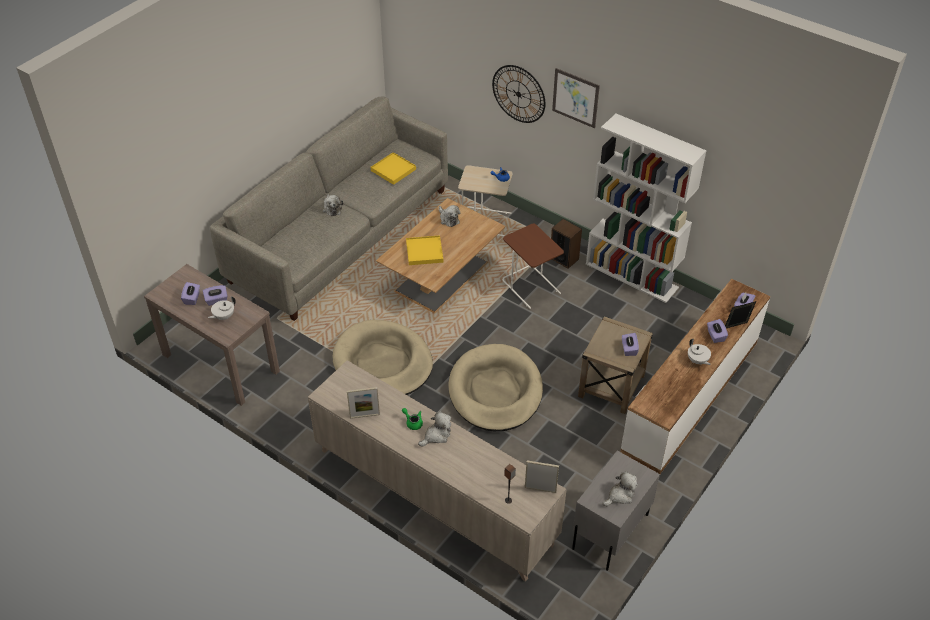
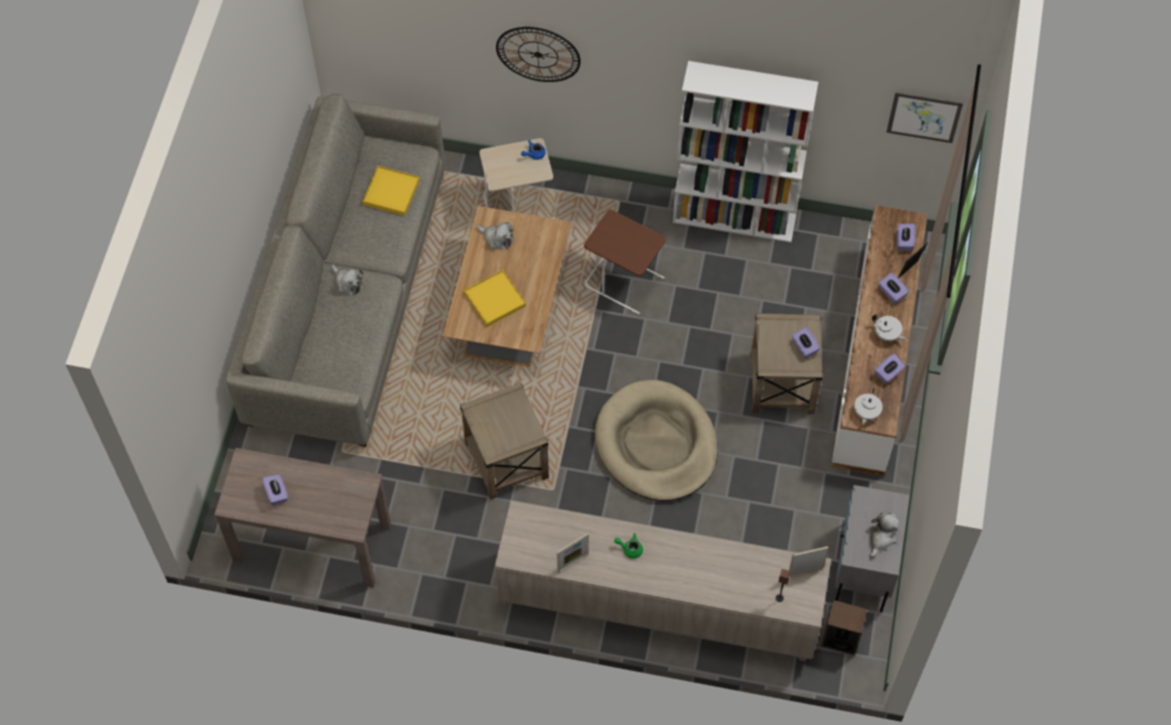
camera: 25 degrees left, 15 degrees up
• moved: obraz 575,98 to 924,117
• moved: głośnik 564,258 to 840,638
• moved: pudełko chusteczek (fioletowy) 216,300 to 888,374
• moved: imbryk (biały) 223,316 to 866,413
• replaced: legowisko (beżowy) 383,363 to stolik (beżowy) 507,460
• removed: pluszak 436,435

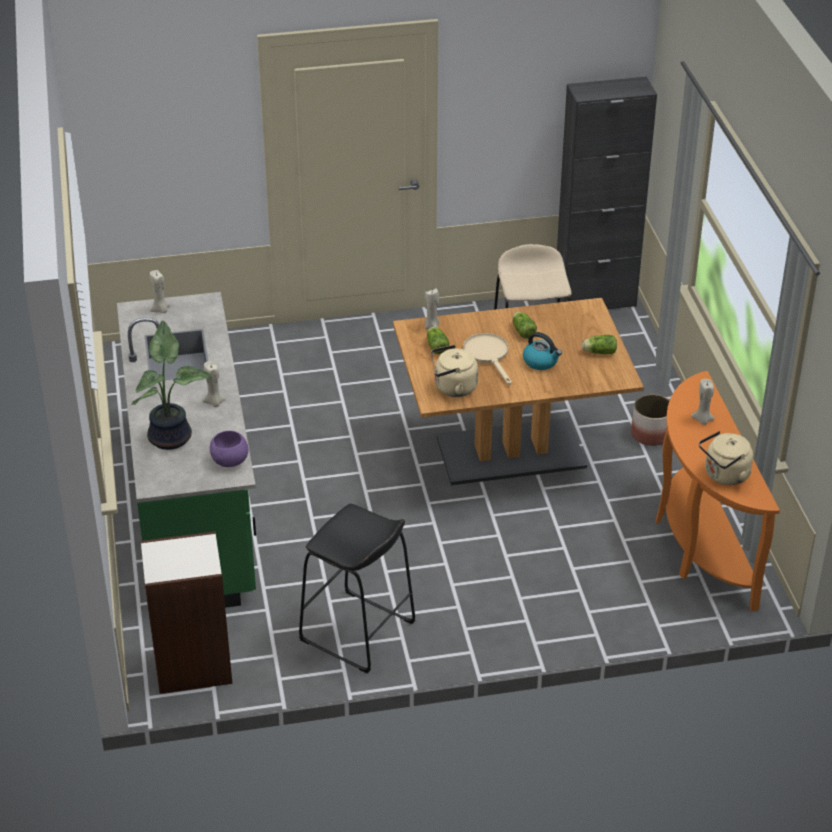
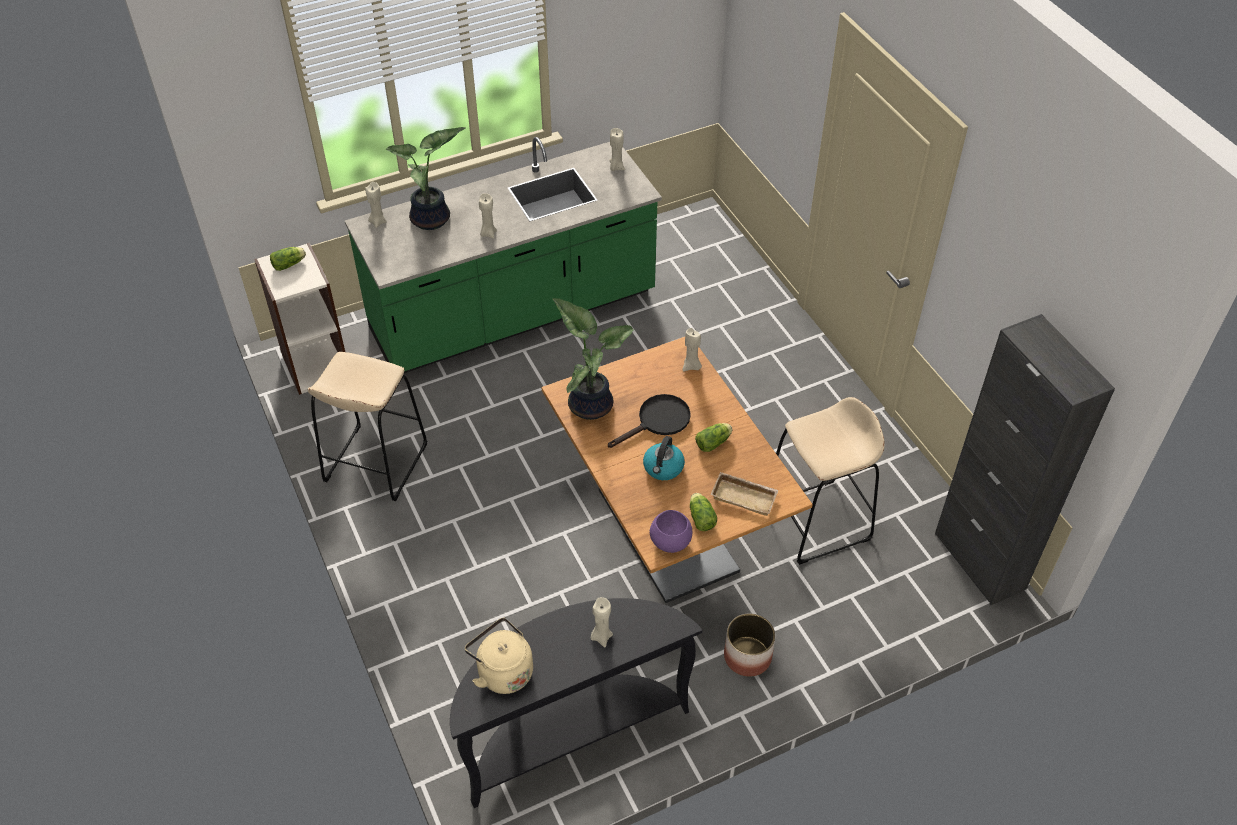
camera: 75 degrees right, 10 degrees up
• moved: sałata 436,346 to 290,264
• recoloured: patelnia (beżowy) 488,355 to patelnia (czarny) 658,421
• replaced: czajnik (beżowy) 453,388 to roślina doniczkowa 591,403
• recoloured: stolik konsolowy (pomarańczowy) 698,544 to stolik konsolowy (czarny) 570,732
• moved: miska (fioletowy) 229,460 to 671,540
• recoloured: stołek (czarny) 357,632 to stołek (beżowy) 375,463
• added: świeca (beżowy) 378,221
• added: taca (beżowy) 745,496

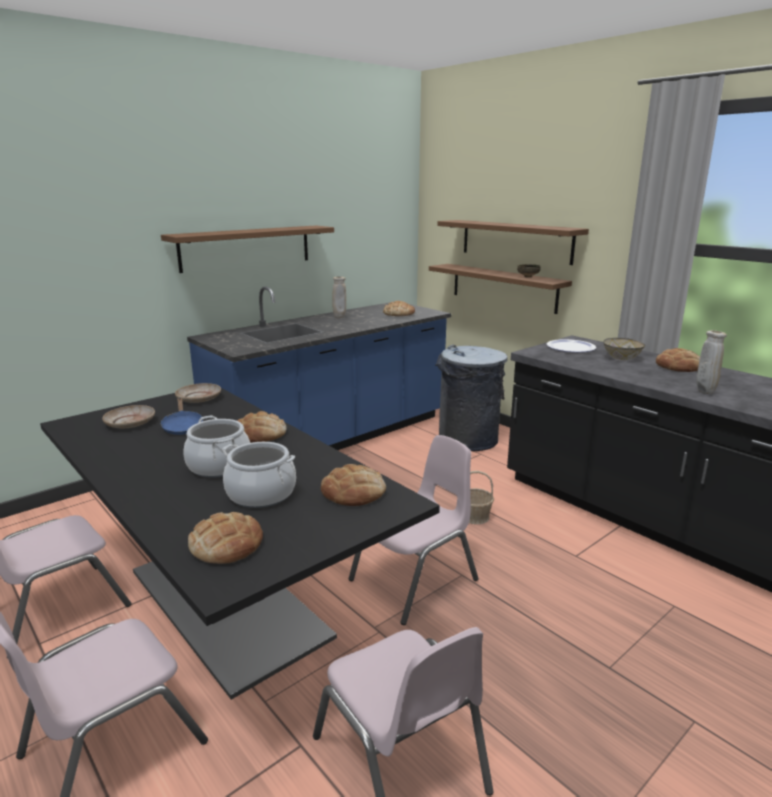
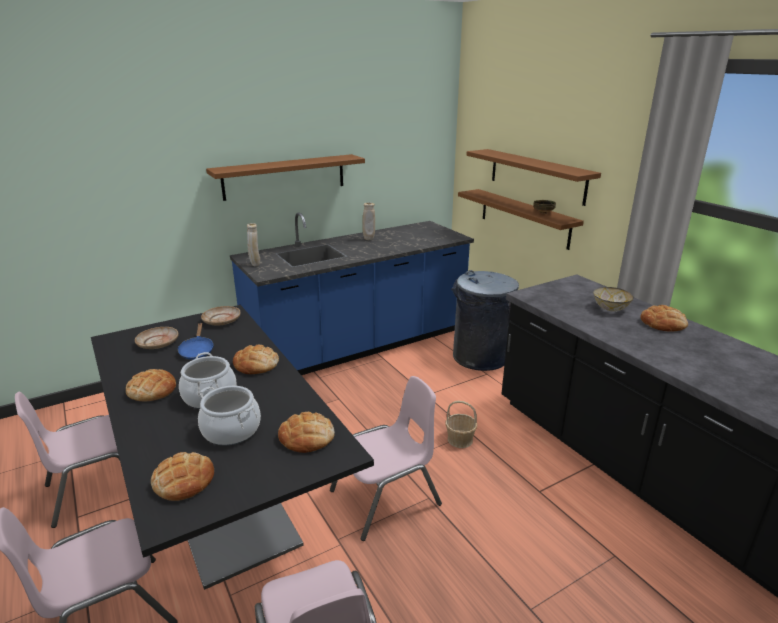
camera: 10 degrees right, 5 degrees up
• moved: chleb 398,313 to 152,390
• moved: wazon (beżowy) 704,392 to 255,265
• removed: talerz 571,347

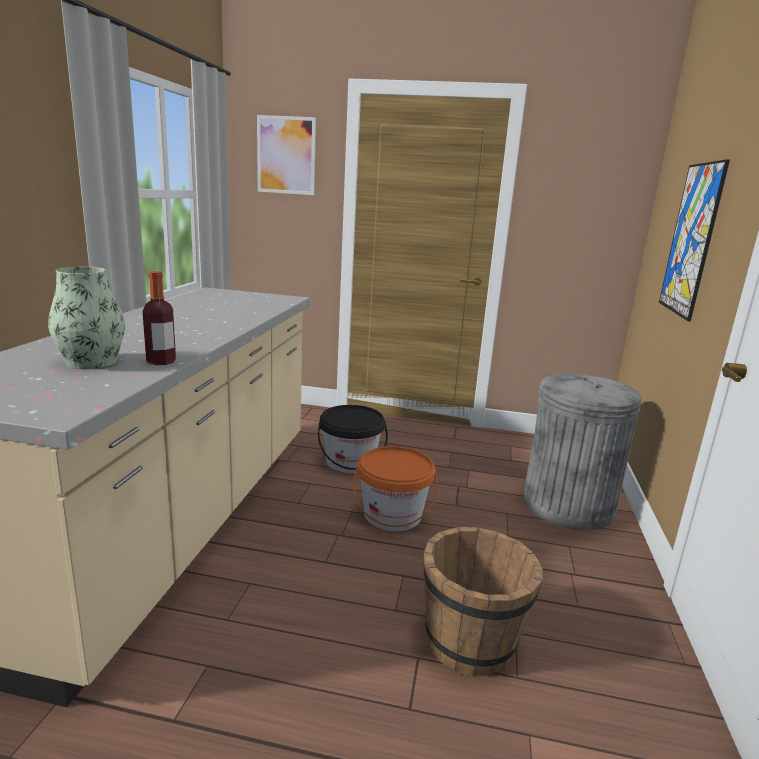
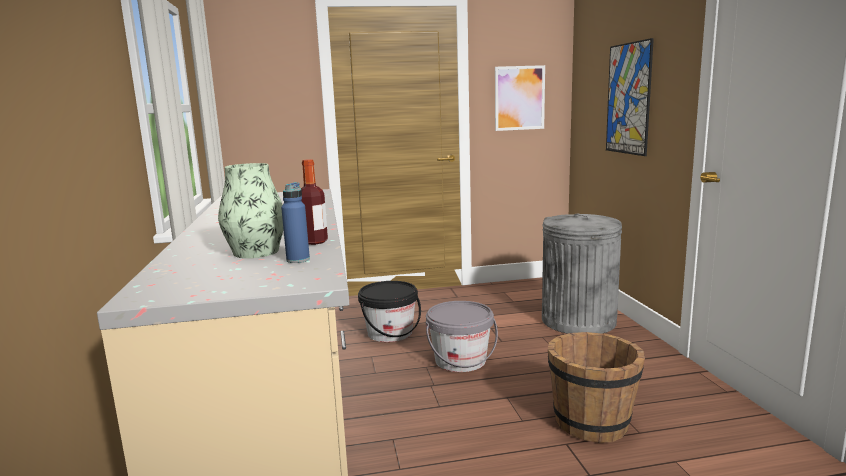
camera: 20 degrees left, 5 degrees down
• moved: obraz 286,155 to 519,98
• recoloured: wiadro (pomarańczowy) 392,515 to wiadro (szary) 460,360
• added: butelka (niebieski) 298,260

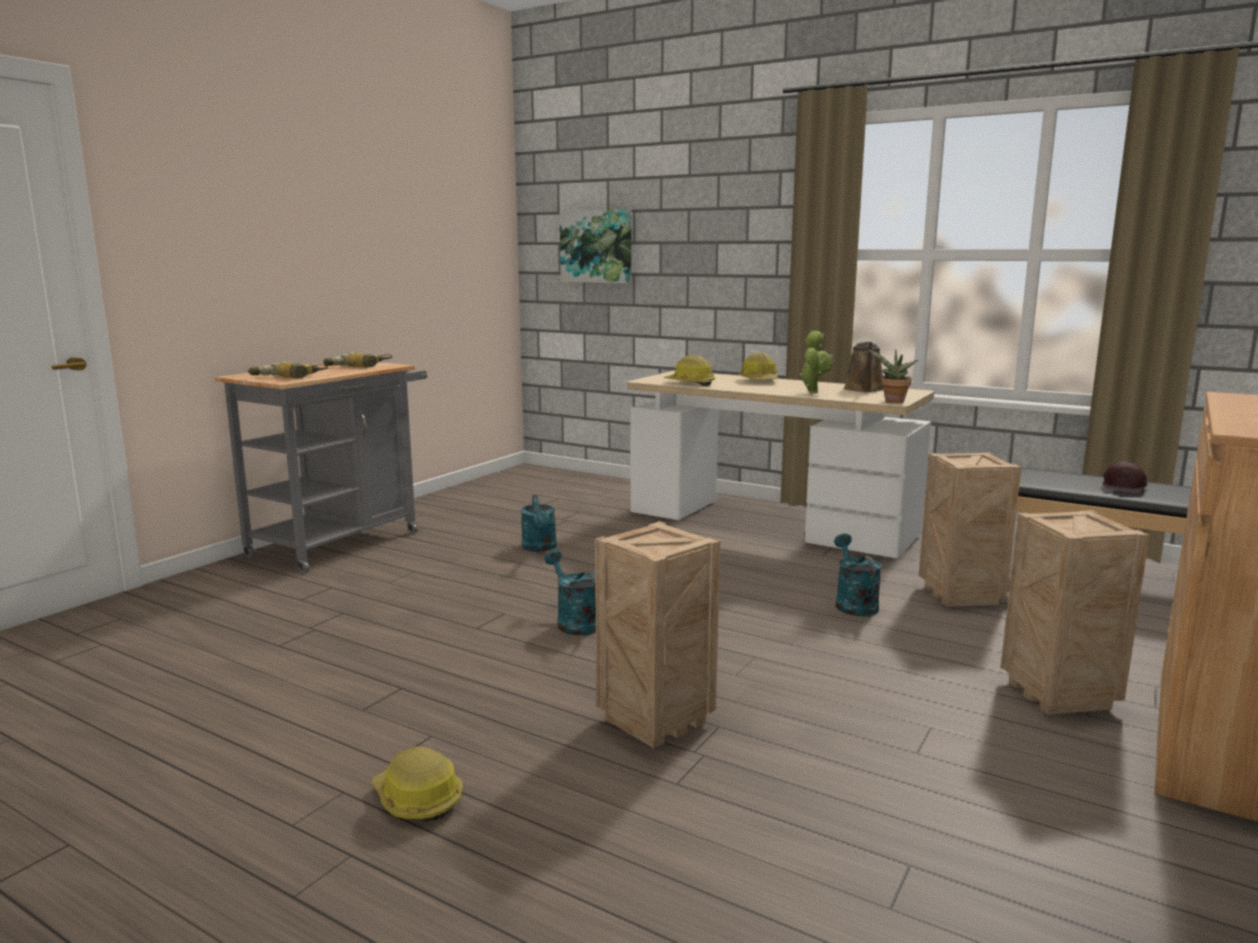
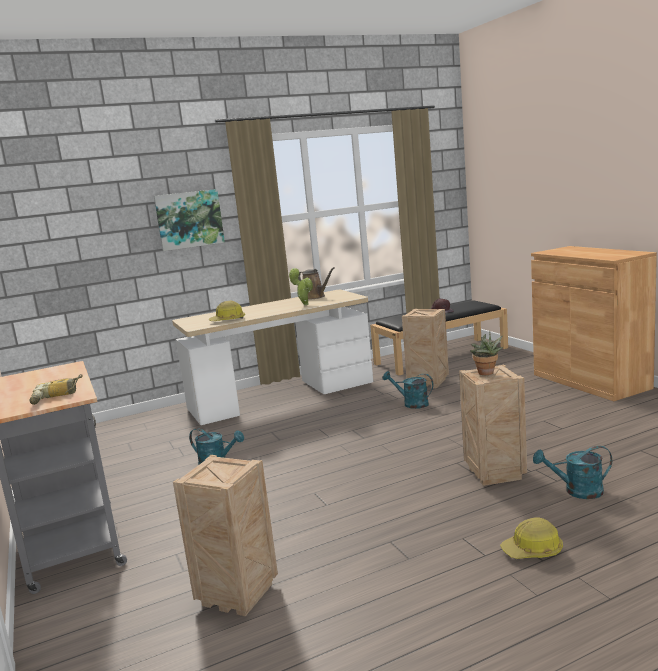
camera: 55 degrees left, 0 degrees up
• moved: obraz 597,246 to 189,219
• moved: roślina doniczkowa 893,402 to 487,373
• removed: kask 760,380
• removed: wiertarka 357,367
• moved: skrzynka 1061,696 to 239,594
• moved: konewka (turkusowy) 574,622 to 577,491

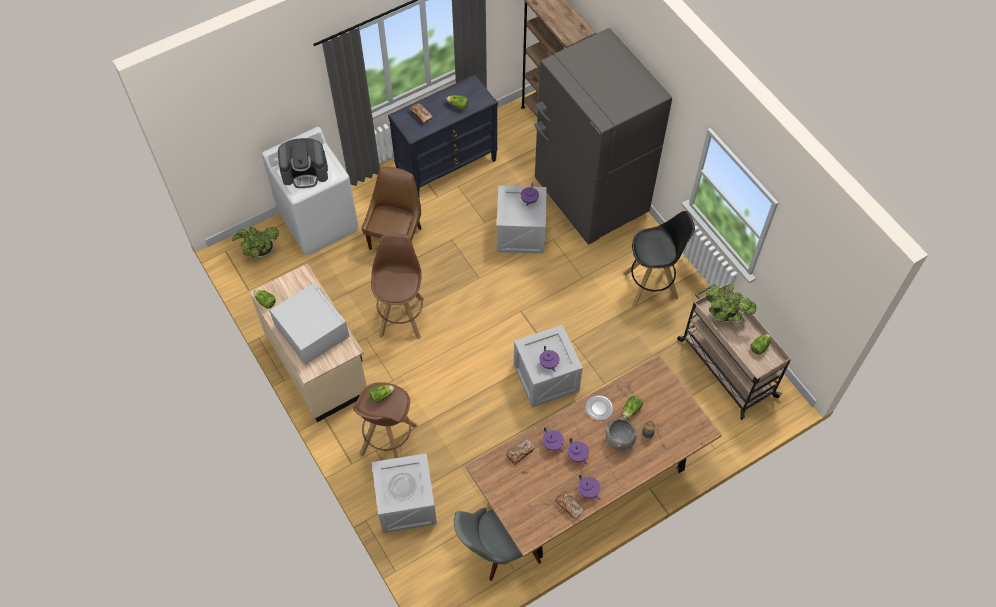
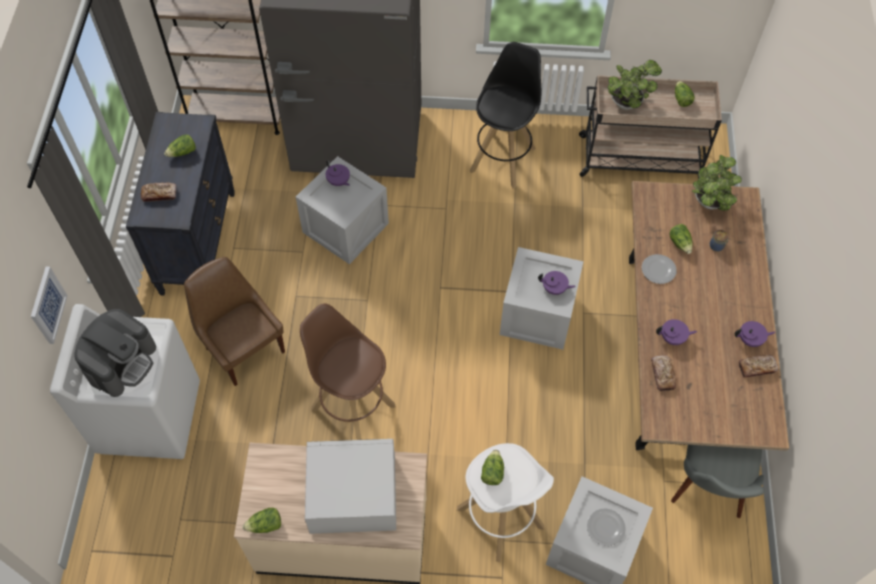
camera: 55 degrees left, 0 degrees up
• moved: roślina doniczkowa 260,252 to 708,204
• recoloured: stołek (brązowy) 388,440 to stołek (biały) 501,519
• removed: miska (szary) 619,440
• removed: imbryk (fioletowy) 577,456
• added: obraz 47,305

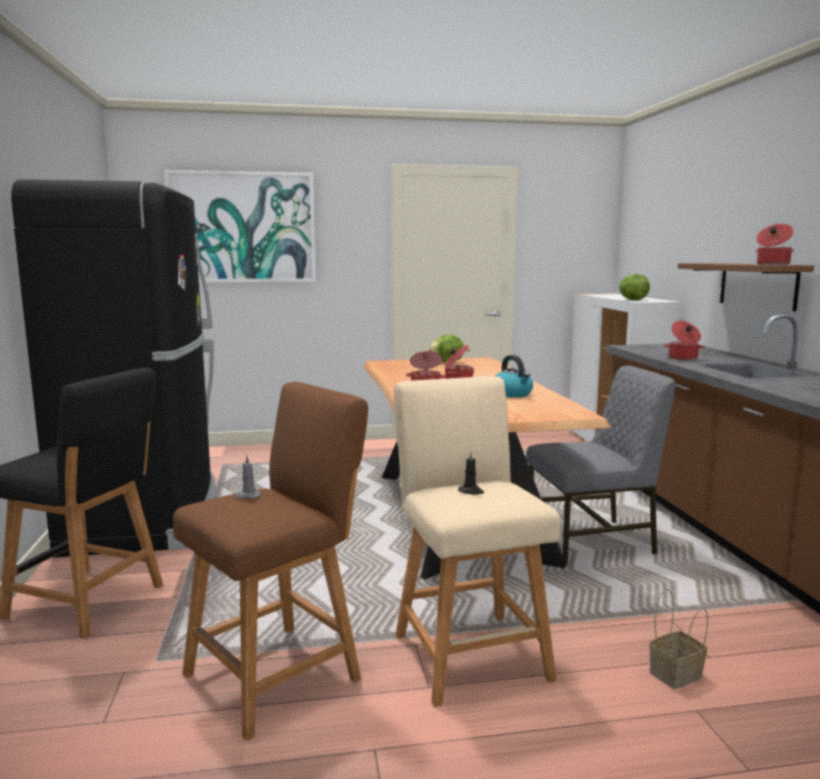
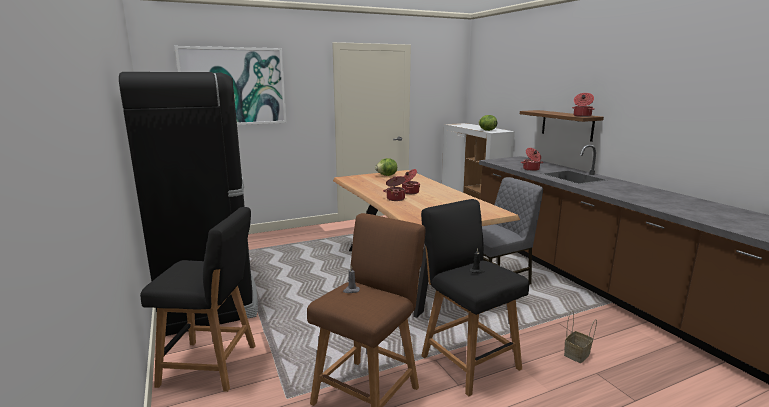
camera: 15 degrees left, 5 degrees up
• removed: czajnik 512,394
• recoloured: stołek (beżowy) 468,652 to stołek (czarny) 467,360

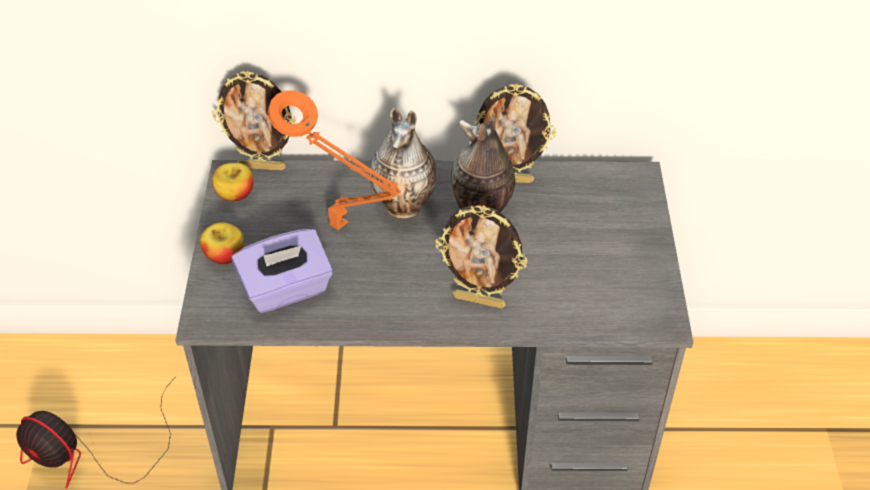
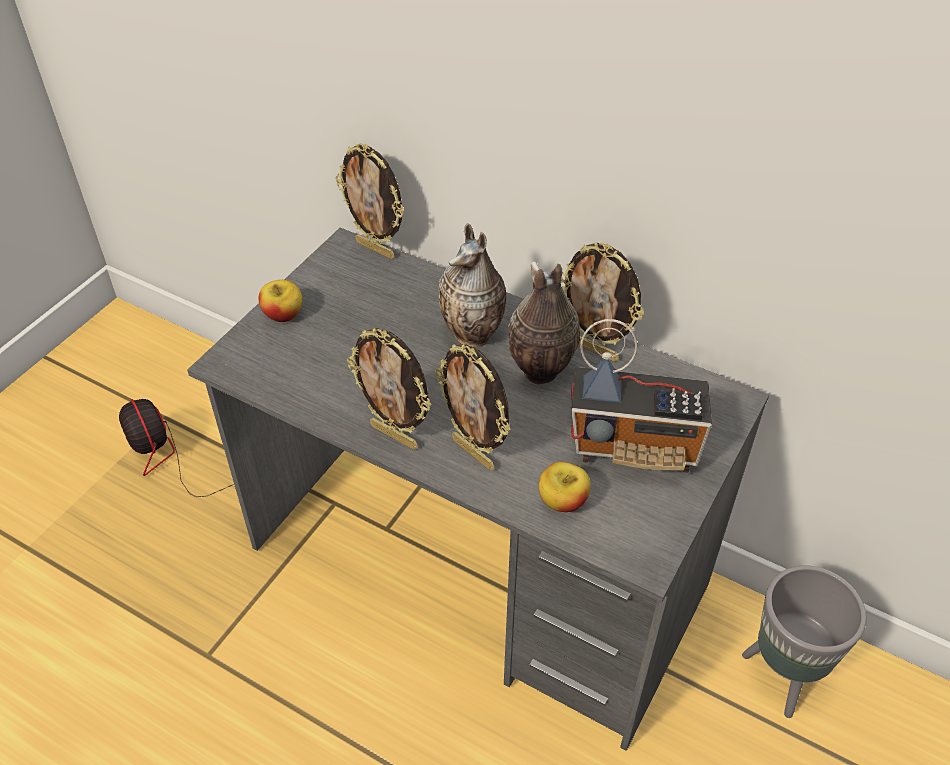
camera: 30 degrees right, 0 degrees up
• removed: lampa stołowa (pomarańczowy) 342,227
• moved: jabłko 235,194 to 562,501
• removed: pudełko chusteczek (fioletowy) 286,290
• added: radio 635,445
• added: ramka na zdjęcie 395,435
• added: donica (szary) 783,677

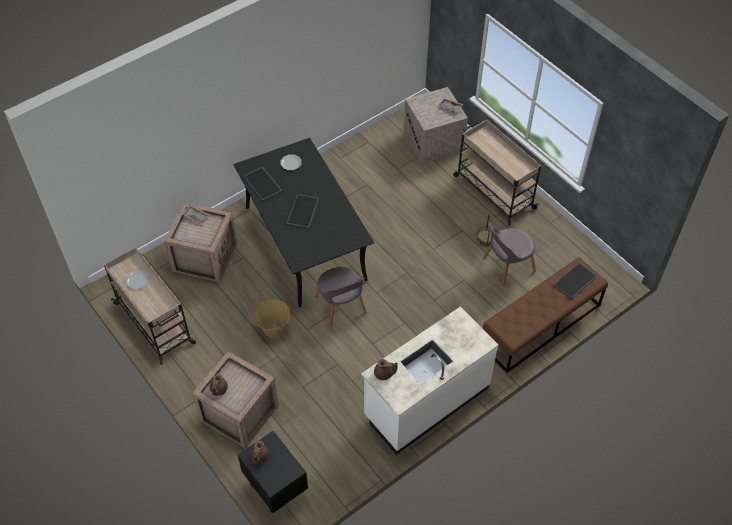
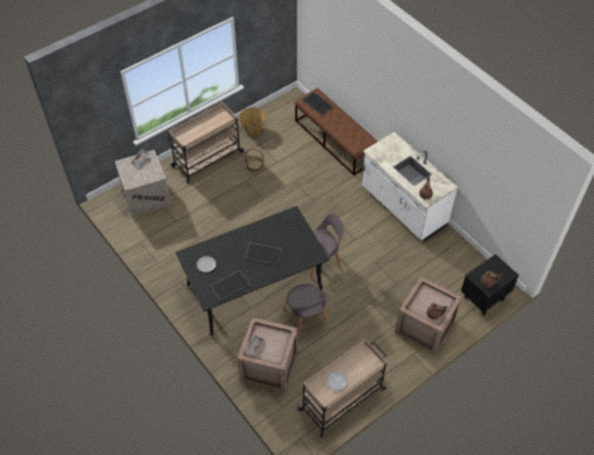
camera: 90 degrees left, 0 degrees up
• moved: krzesło (szary) 506,265 to 306,317
• moved: koszyk 273,328 to 253,129

